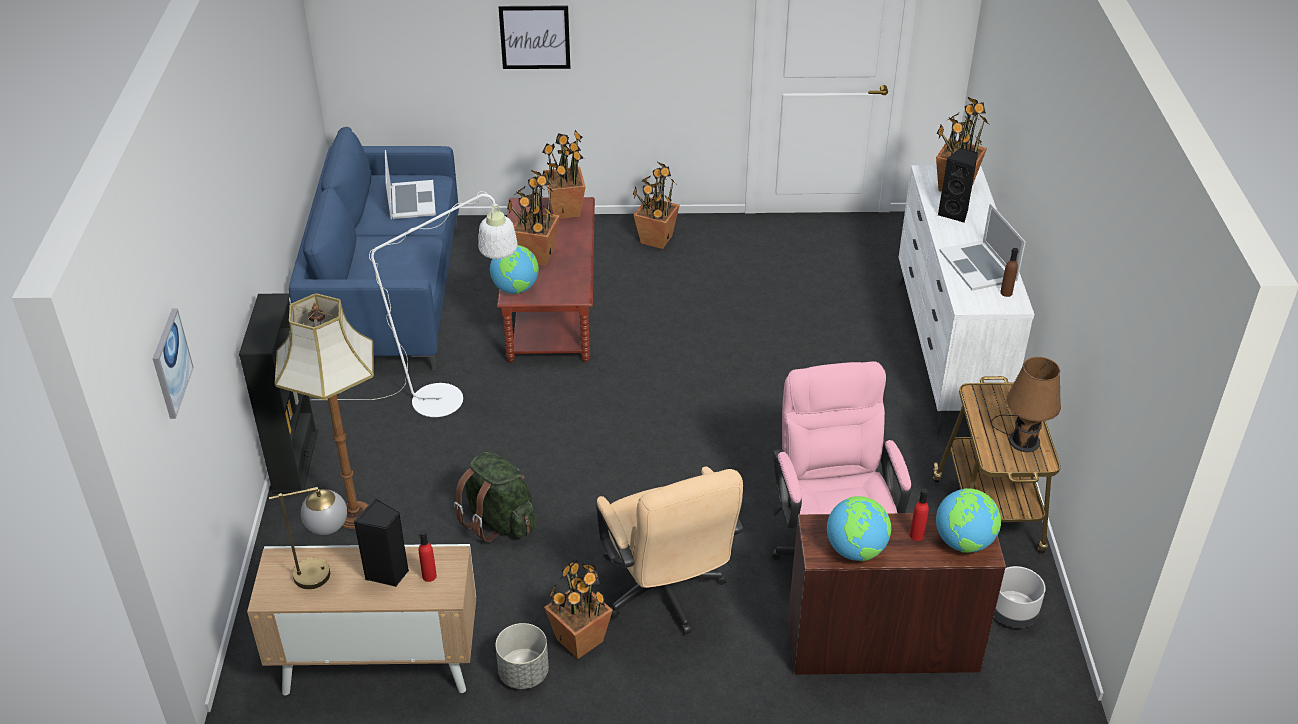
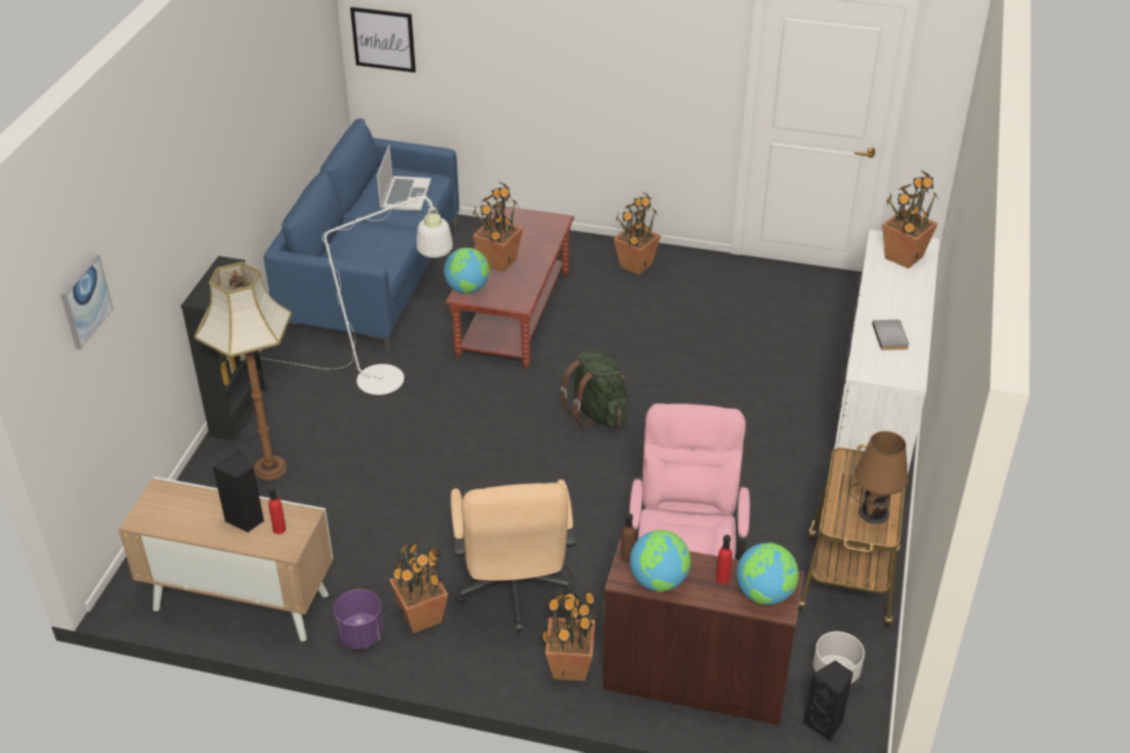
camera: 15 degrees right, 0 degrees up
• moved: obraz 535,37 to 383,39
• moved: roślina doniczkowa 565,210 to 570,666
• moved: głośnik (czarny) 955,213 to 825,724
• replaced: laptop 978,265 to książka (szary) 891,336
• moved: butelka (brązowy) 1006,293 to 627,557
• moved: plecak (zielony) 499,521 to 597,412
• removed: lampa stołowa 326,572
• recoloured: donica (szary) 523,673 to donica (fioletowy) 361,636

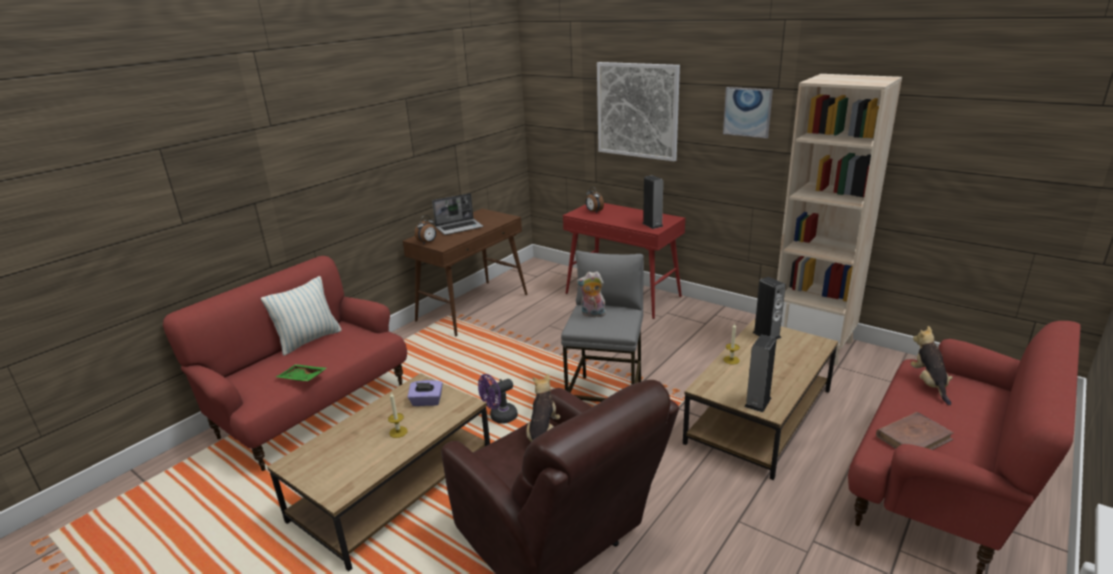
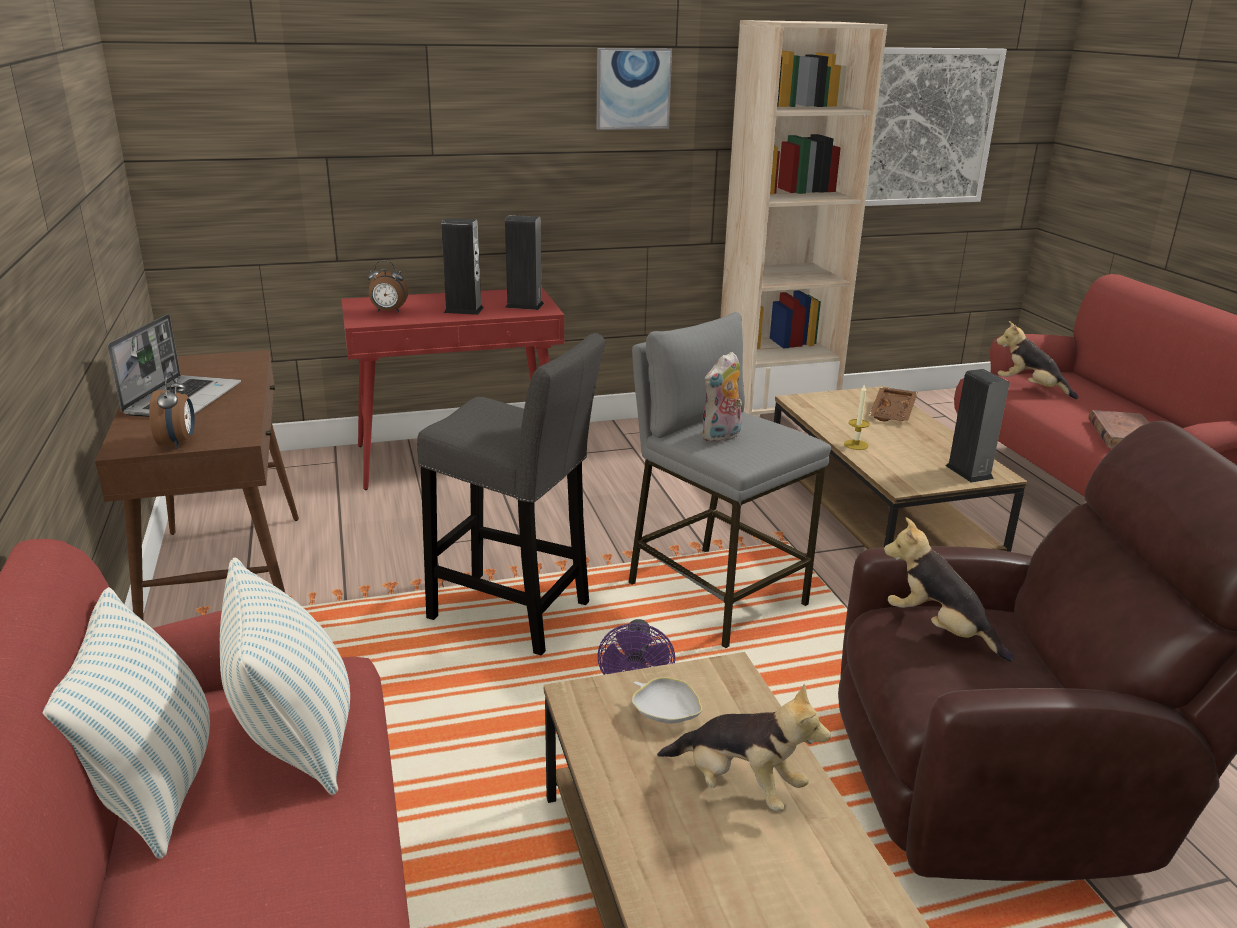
camera: 55 degrees left, 0 degrees up
• moved: obraz 637,110 to 925,127
• moved: głośnik 766,335 to 463,310
• removed: taca (zielony) 302,378
• replaced: pudełko chusteczek (fioletowy) 426,401 to miska (biały) 665,713
• replaced: świeca 398,432 to pluszak 739,786
• added: stołek (szary) 516,614
• added: taca (brązowy) 893,412
• added: poduszka 296,739

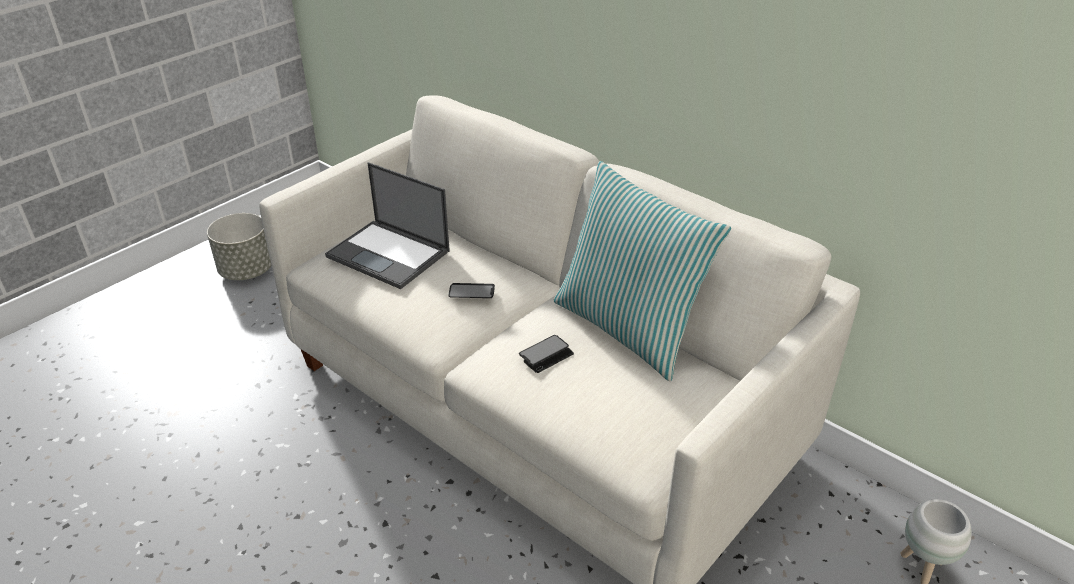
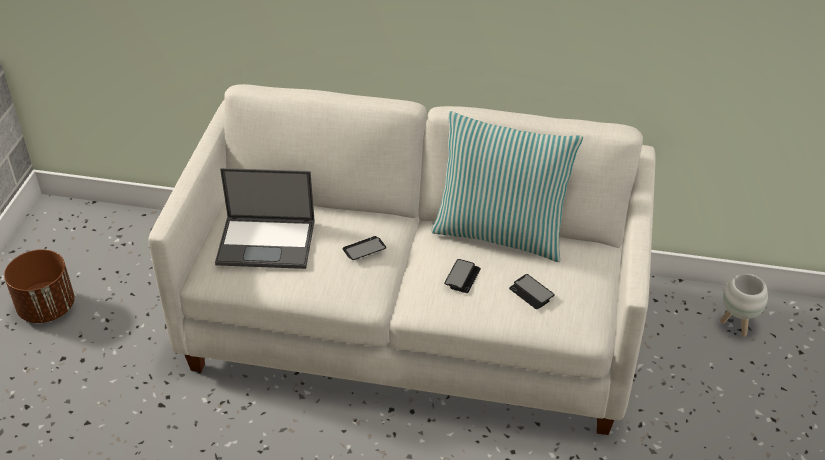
camera: 30 degrees left, 5 degrees up
• recoloured: donica (szary) 247,270 to donica (brązowy) 47,307
• added: telefon 531,292

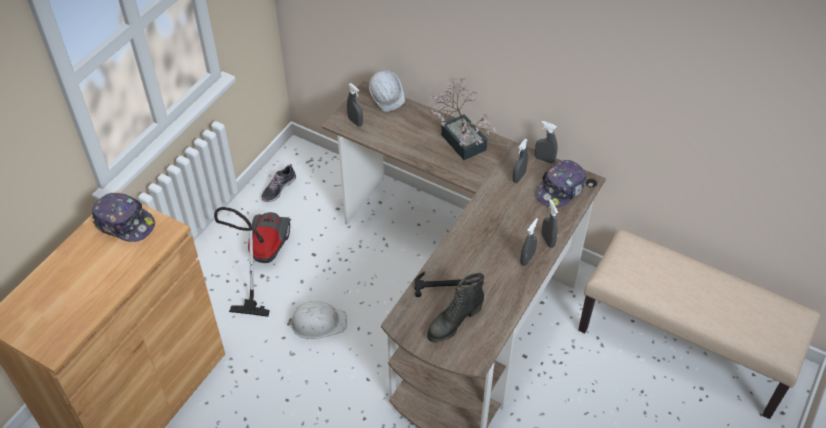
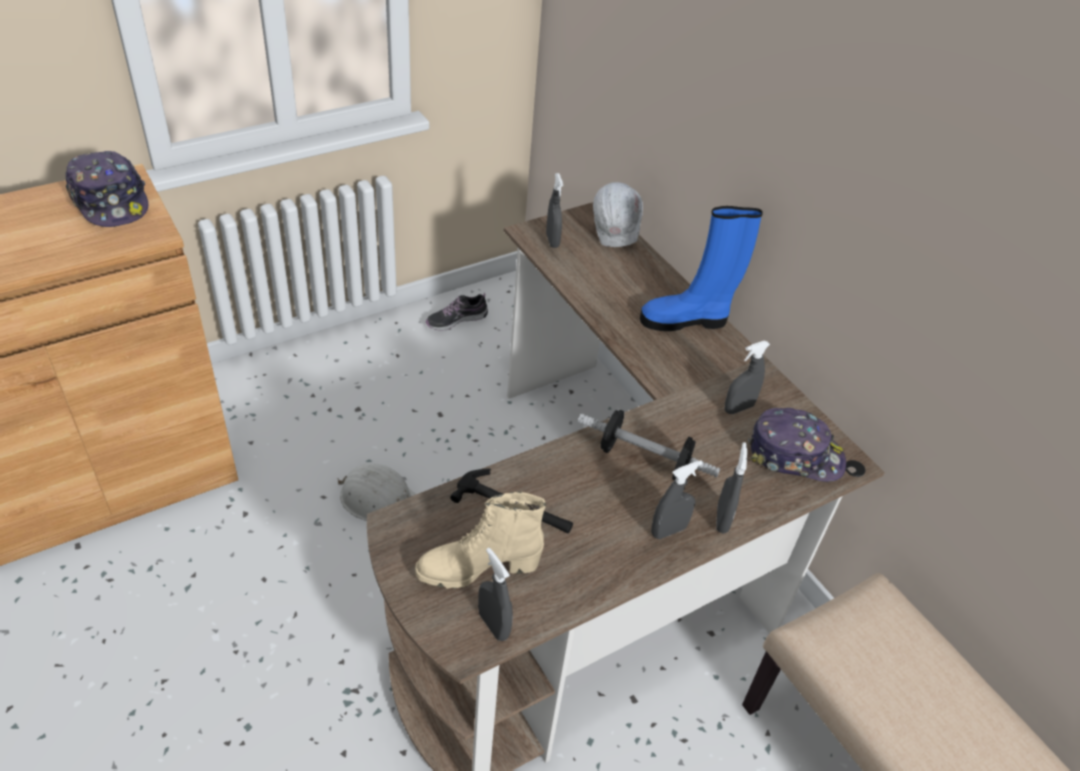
camera: 25 degrees right, 5 degrees down
• replaced: roślina doniczkowa 461,138 to but z cholewką (niebieski) 686,320
• moved: spryskiwacz (szary) 544,159 to 493,625
• turned: czapka z daszkiem 560,190 = 794,454 150 degrees counterclockwise
• removed: odkurzacz 260,259
• recoloured: but z cholewką (czarny) 454,323 to but z cholewką (beżowy) 478,568
• added: hantel 644,459

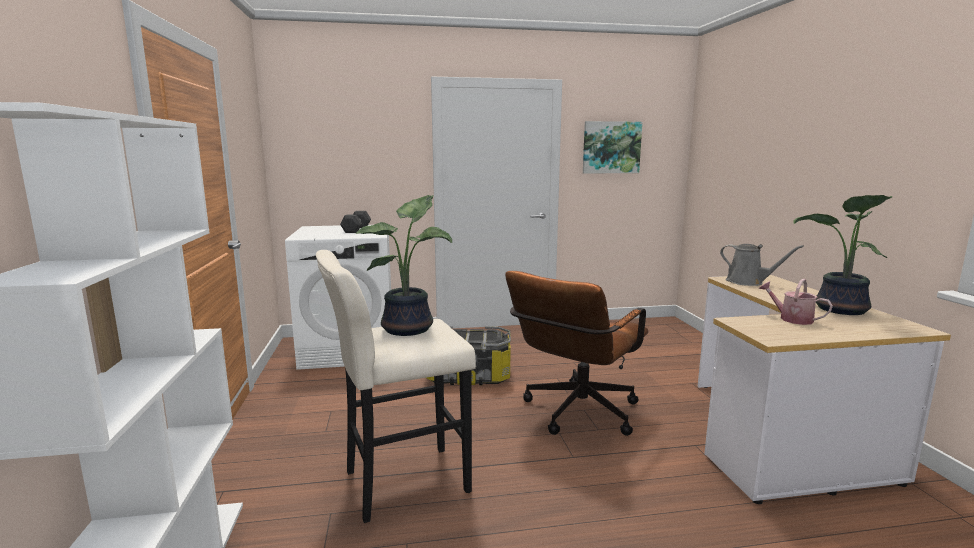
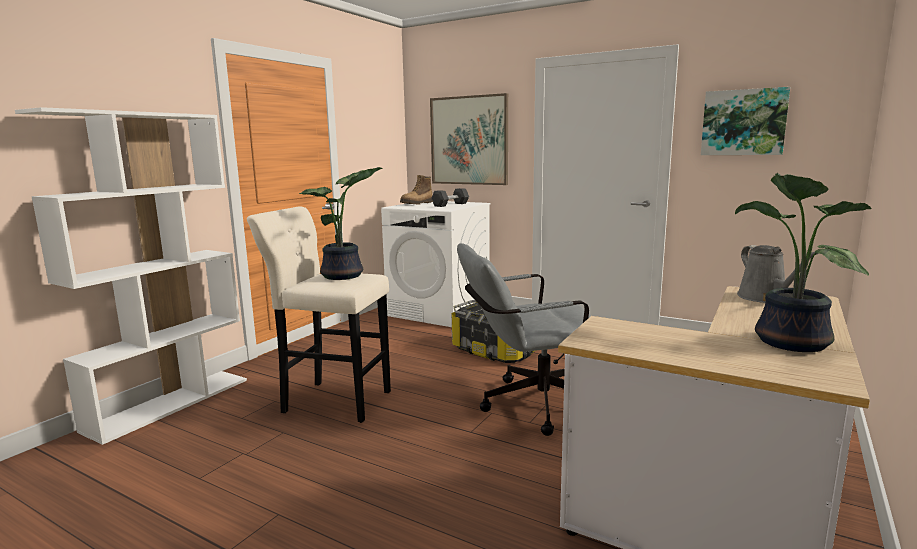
camera: 40 degrees right, 0 degrees up
• recoloured: krzesło biurowe (brązowy) 575,414 to krzesło biurowe (szary) 531,405
• removed: konewka 791,319
• added: obraz 469,140
• added: but z cholewką 417,204

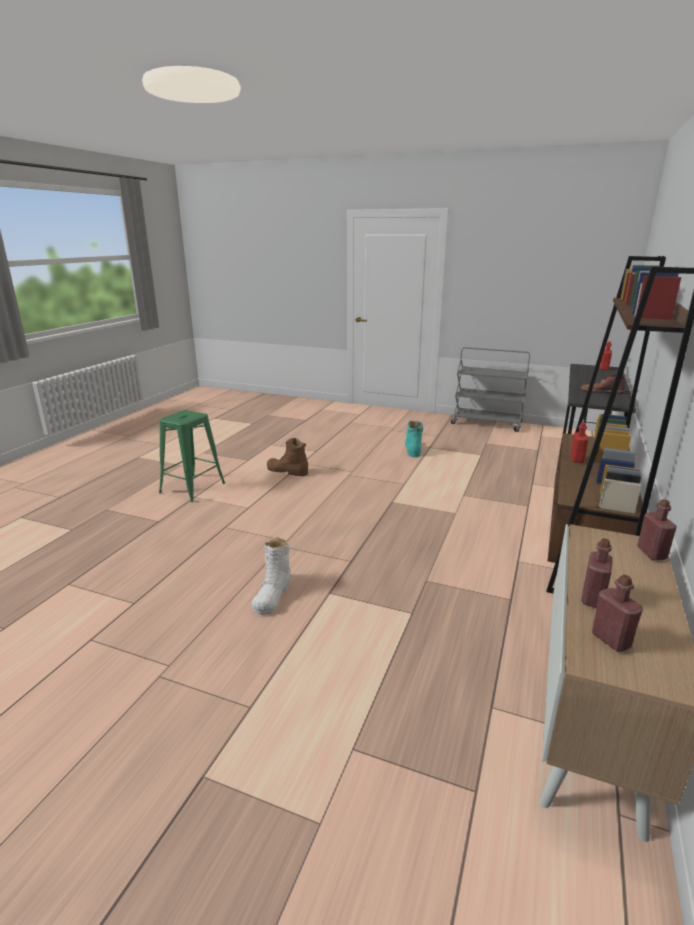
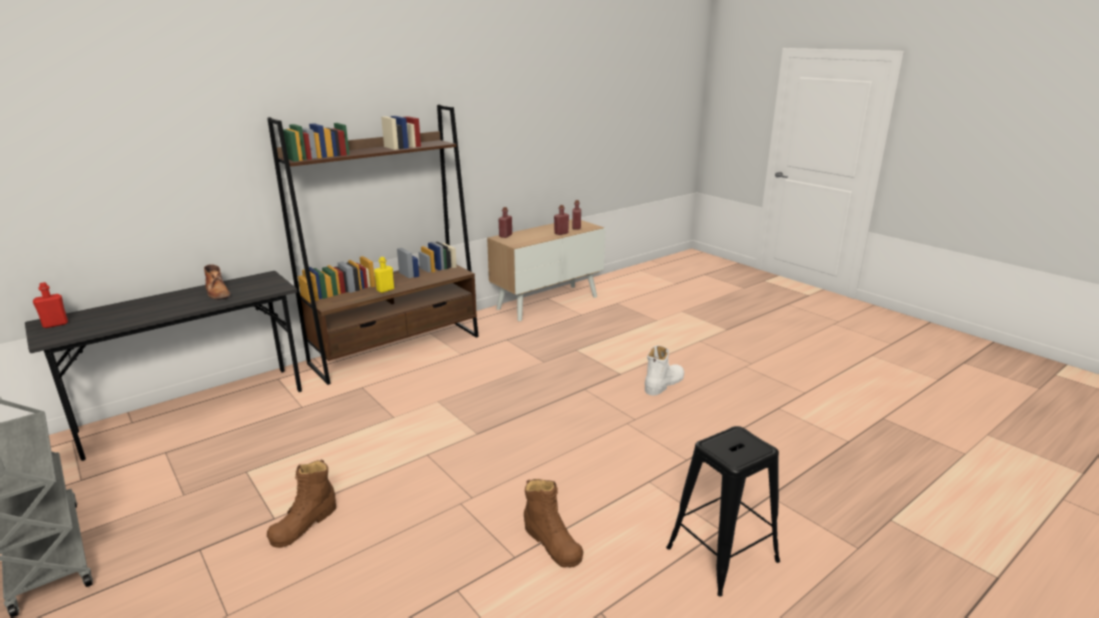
camera: 150 degrees left, 0 degrees up
• recoloured: stołek (zielony) 192,488 to stołek (czarny) 722,554
• recoloured: but z cholewką (turkusowy) 412,449 to but z cholewką (brązowy) 304,524
• recoloured: butelka (czerwony) 576,459 to butelka (żółty) 385,290

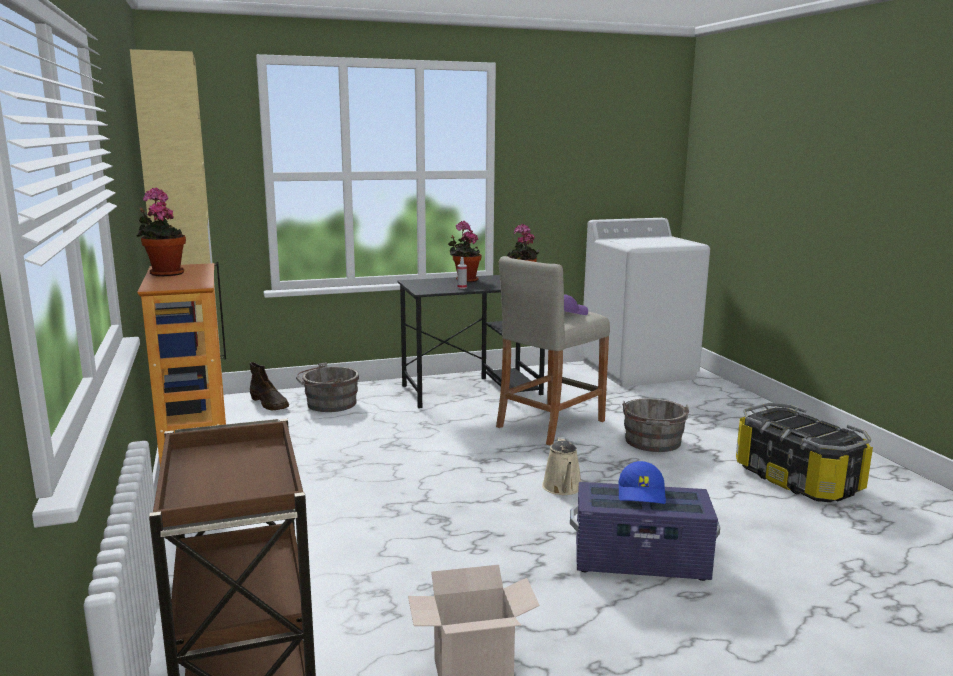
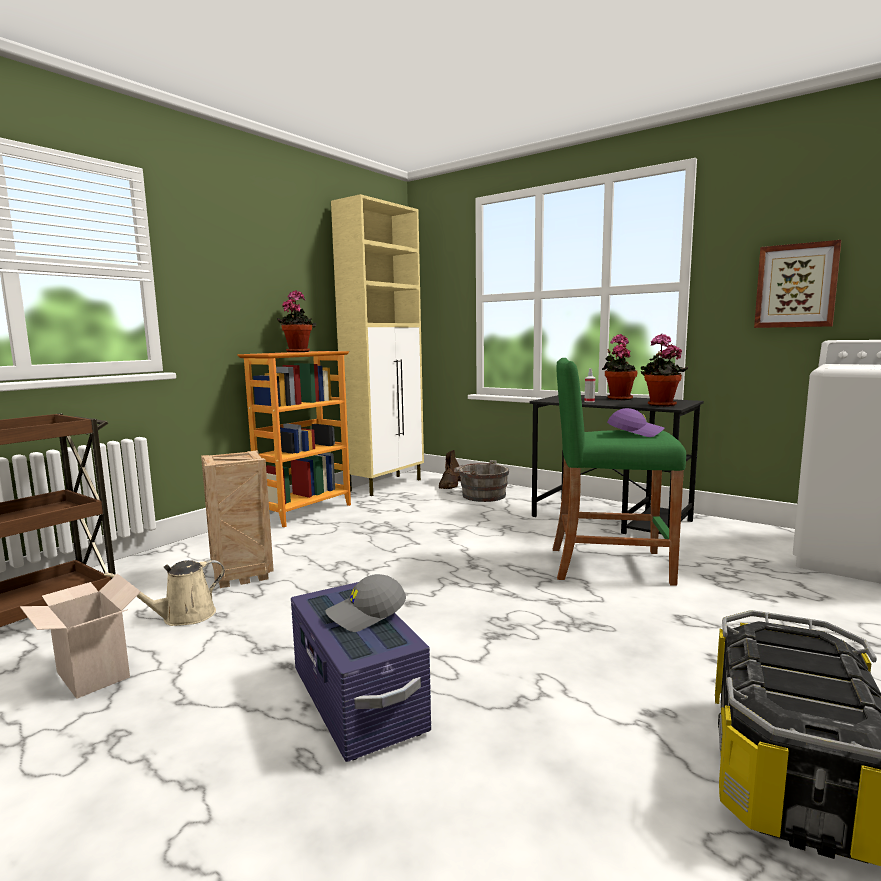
camera: 55 degrees right, 5 degrees down
• recoloured: stołek (beżowy) 550,423 to stołek (zielony) 609,565
• removed: wiadro (szary) 653,442
• moved: konewka (beżowy) 563,488 to 183,616
• recoloured: czapka z daszkiem (niebieski) 642,493 to czapka z daszkiem (szary) 366,614
• added: obraz 796,286
• added: skrzynka 243,574

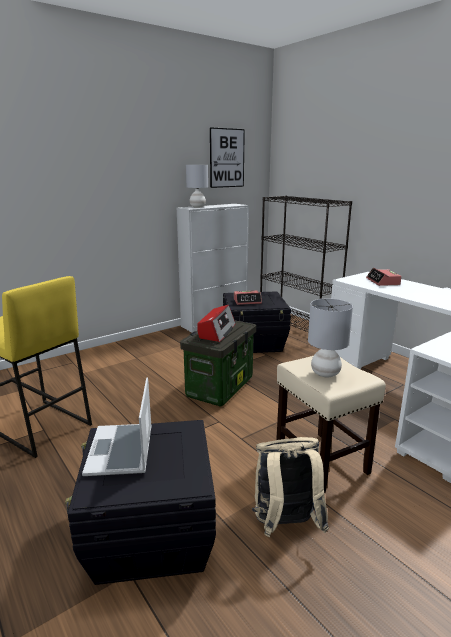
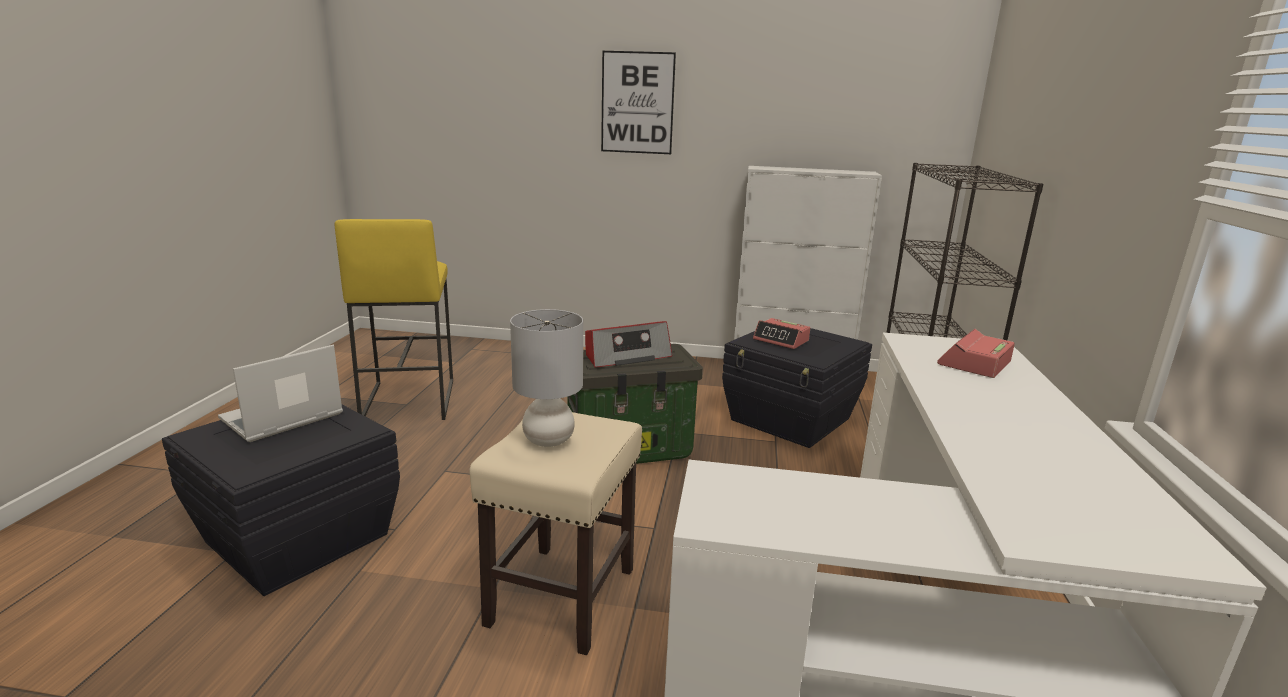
camera: 45 degrees right, 0 degrees up
• moved: obraz 227,158 to 637,103
• removed: lampa stołowa (szary) 198,207
• removed: plecak (beżowy) 285,525

